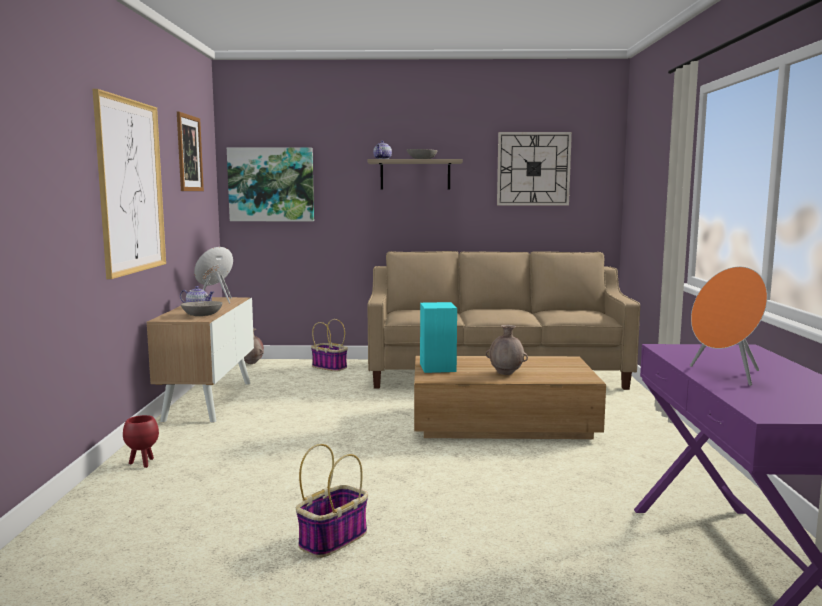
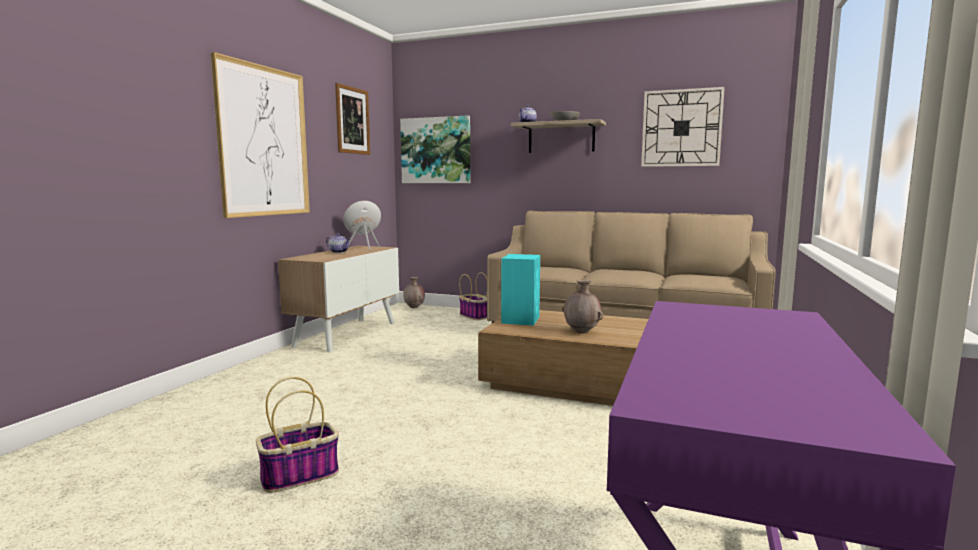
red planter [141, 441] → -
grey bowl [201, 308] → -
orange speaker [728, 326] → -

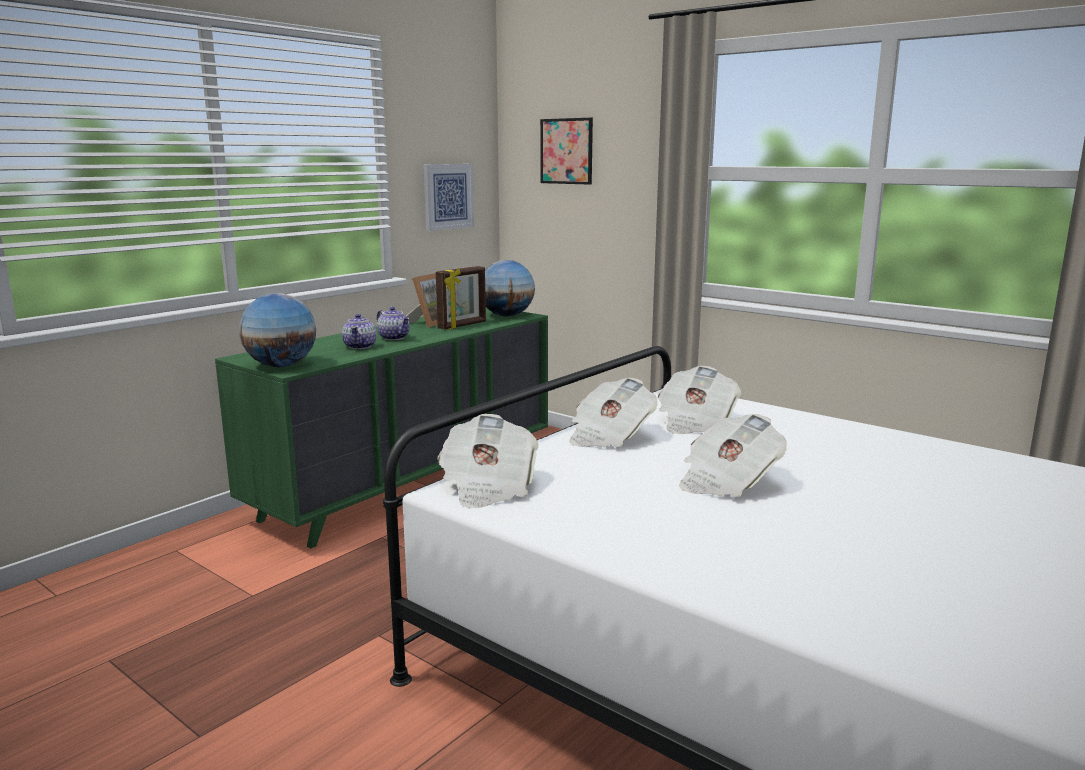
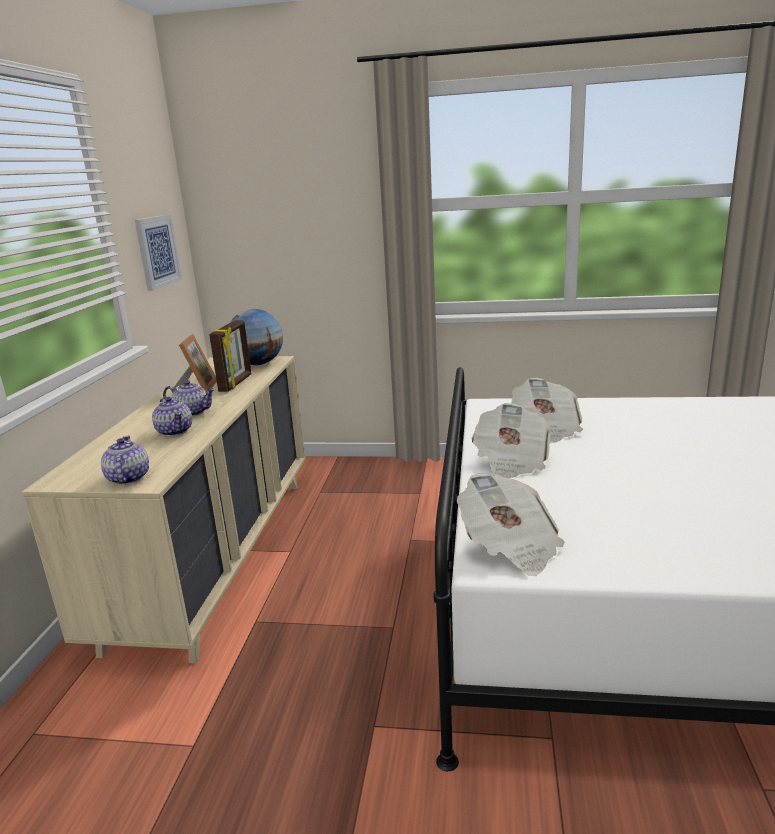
green dresser [381, 428] → beige dresser [163, 509]
globe [277, 330] → teapot [125, 460]
picture [566, 151] → -
newspaper [733, 455] → -

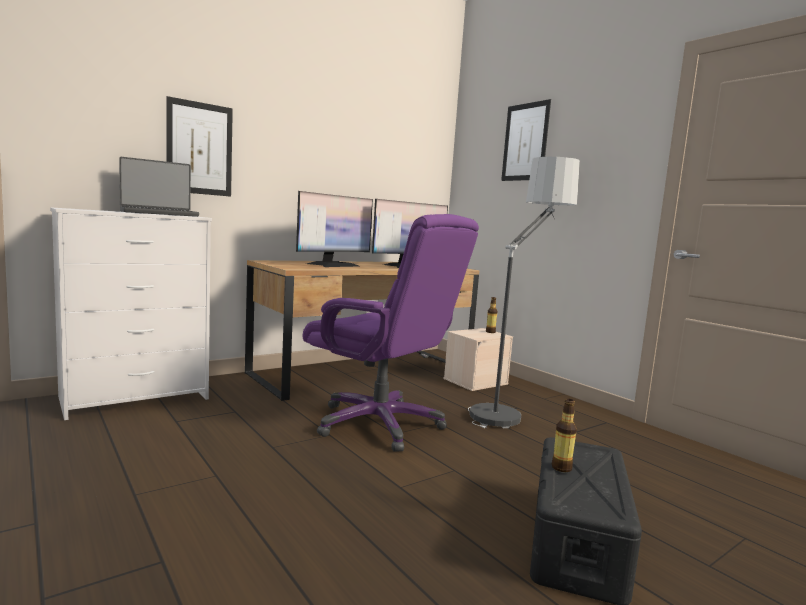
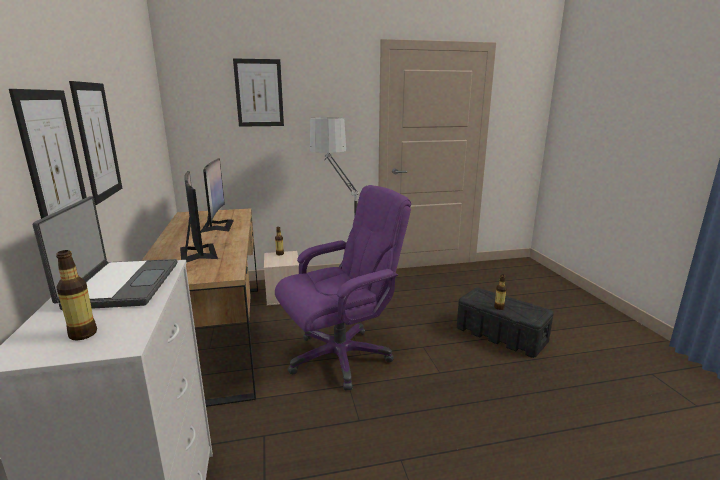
- → bottle [76, 295]
- → picture [95, 143]

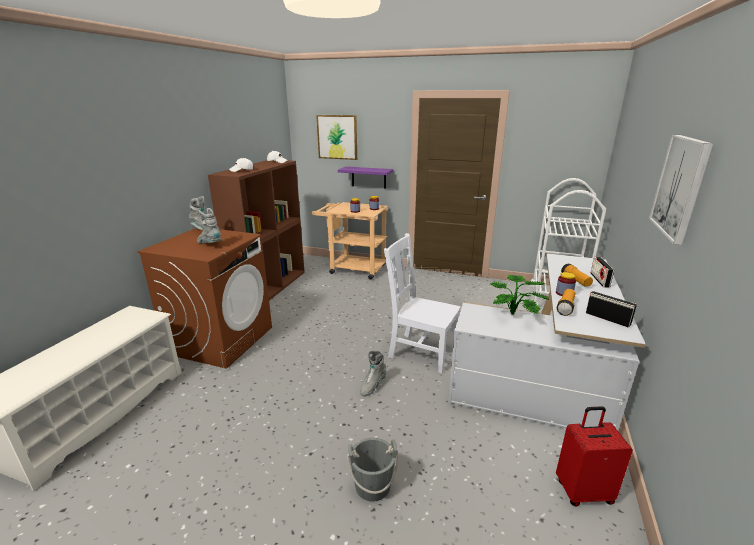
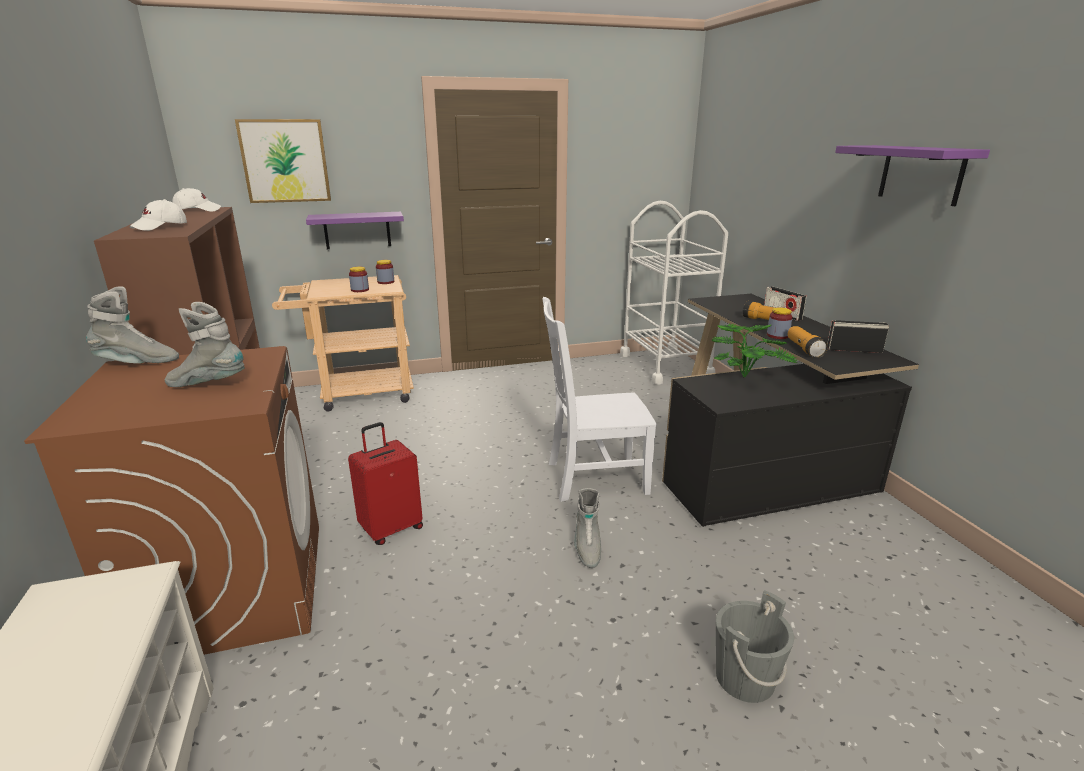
white desk [547, 341] → black desk [790, 410]
red suitcase [594, 456] → red suitcase [385, 483], move
picture [681, 190] → purple shelf [912, 175]

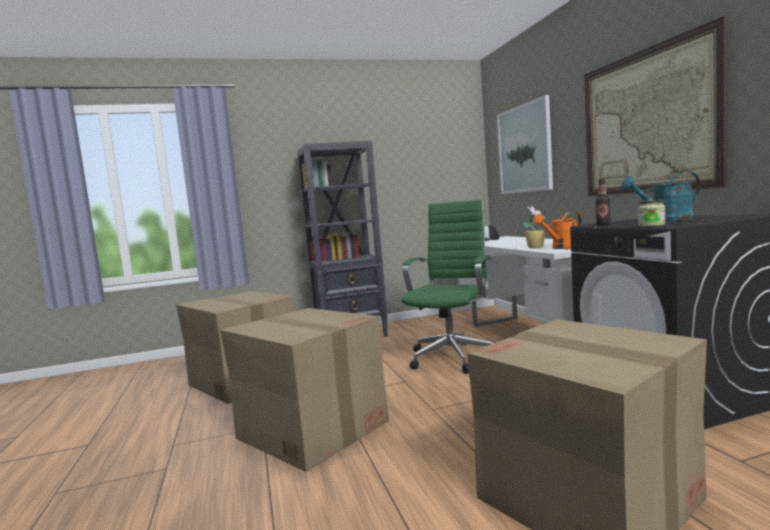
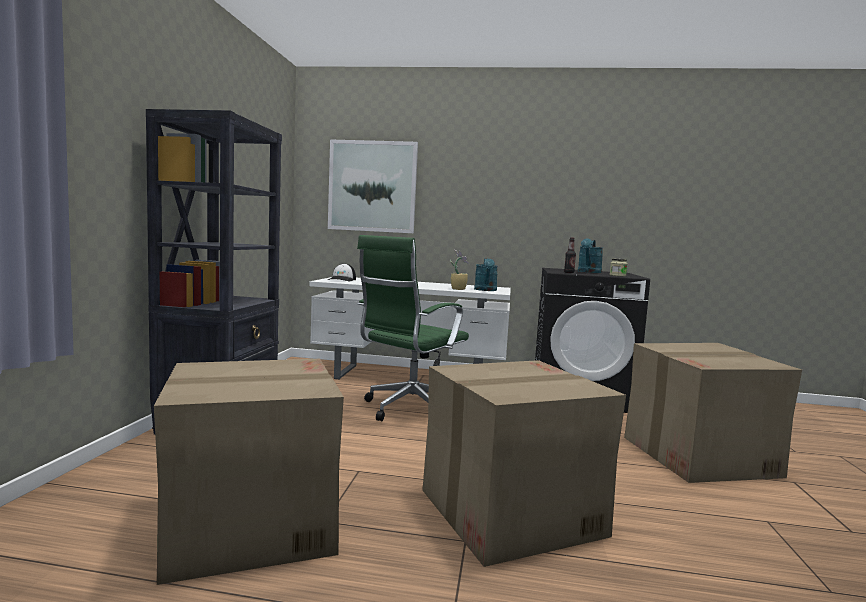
green office chair [447, 287] → green office chair [413, 328], 105 degrees counterclockwise
orange watering can [557, 230] → turquoise watering can [486, 274]
picture [656, 106] → -

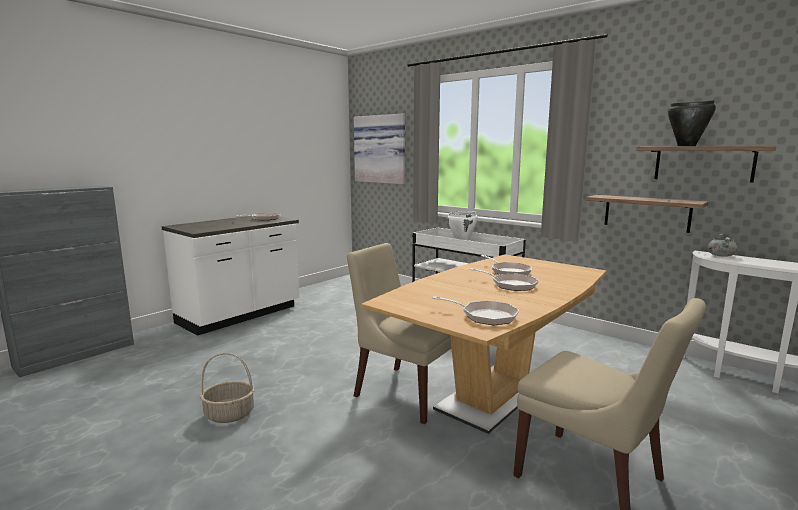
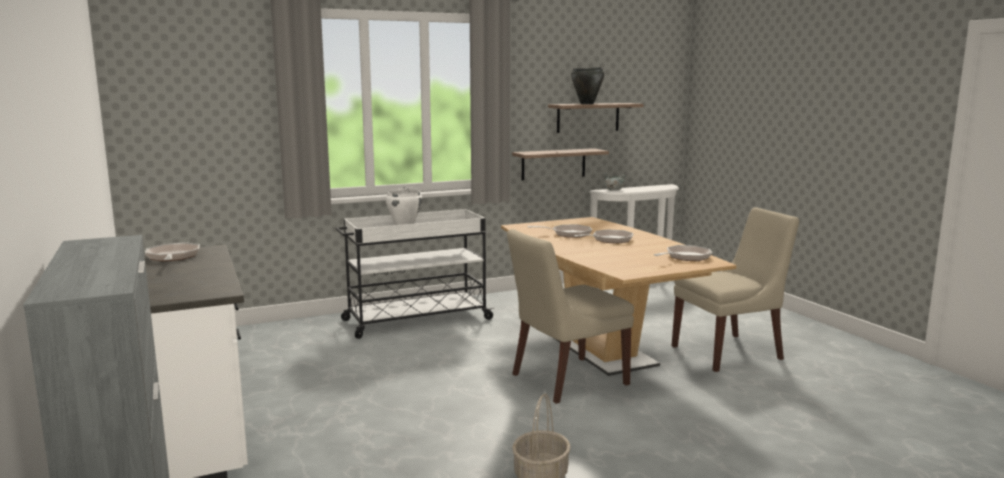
picture [379, 149] → -

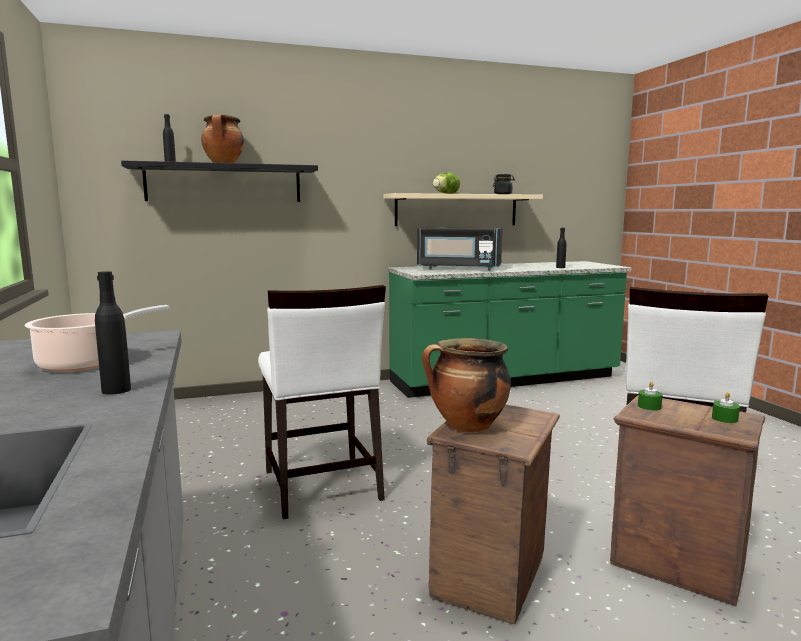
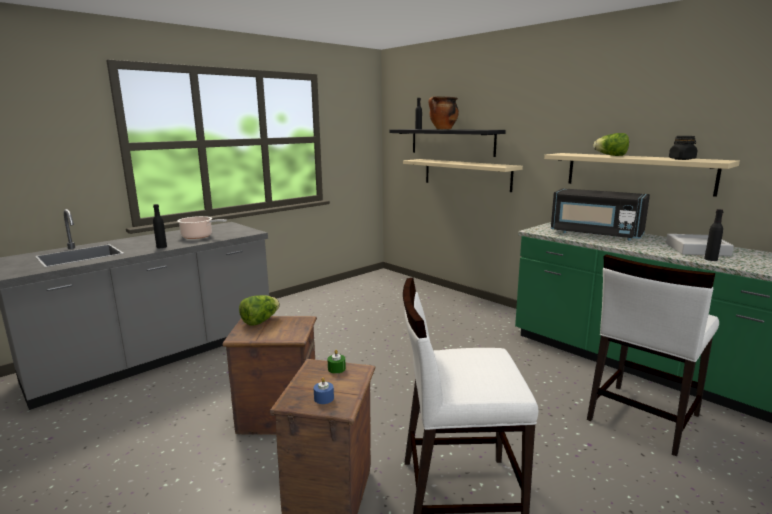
white chair [322, 402] → white chair [653, 355], move
black microwave [459, 249] → black microwave [600, 214], 45 degrees counterclockwise
cooking pot [466, 385] → lettuce [259, 310]
green candle [726, 407] → blue candle [324, 390]
- → beige shelf [463, 175]
- → grey tray [700, 245]

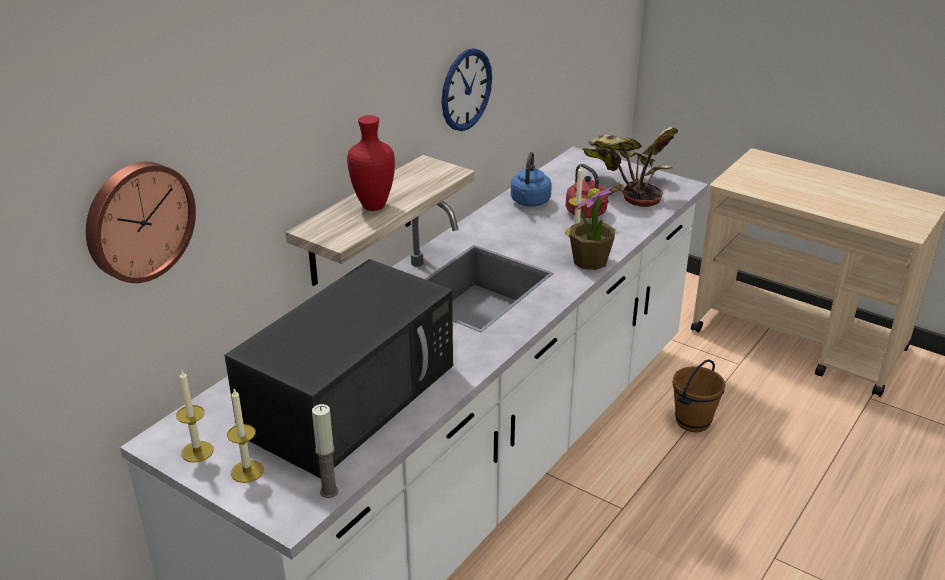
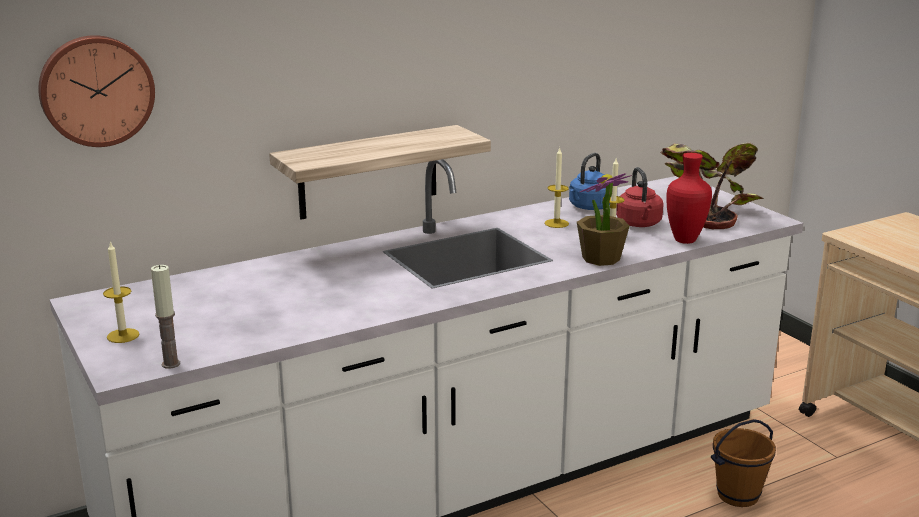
candle [195, 416] → candle [556, 187], move
black microwave [339, 368] → -
red vase [371, 163] → red vase [689, 198], move
wall clock [467, 89] → -

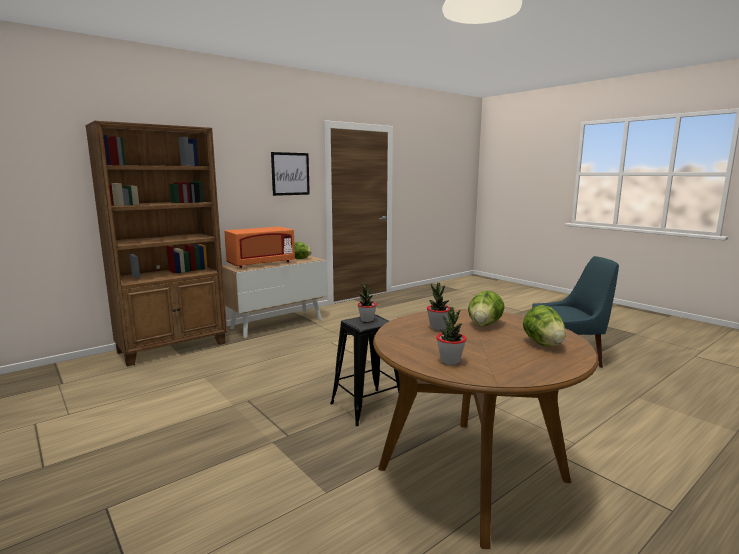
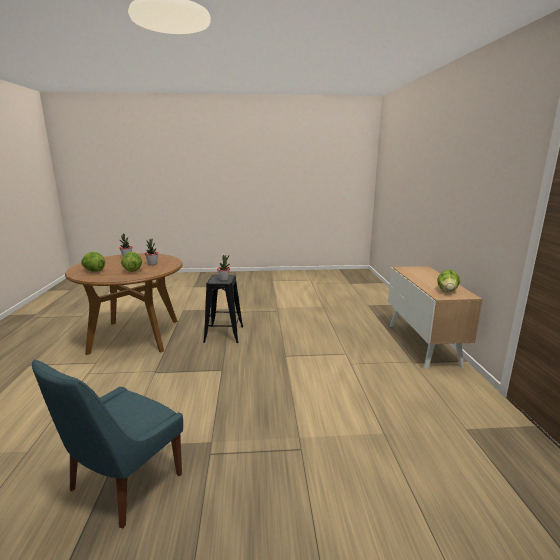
brown bookcase [156, 244] → -
orange microwave [259, 247] → -
picture [290, 174] → -

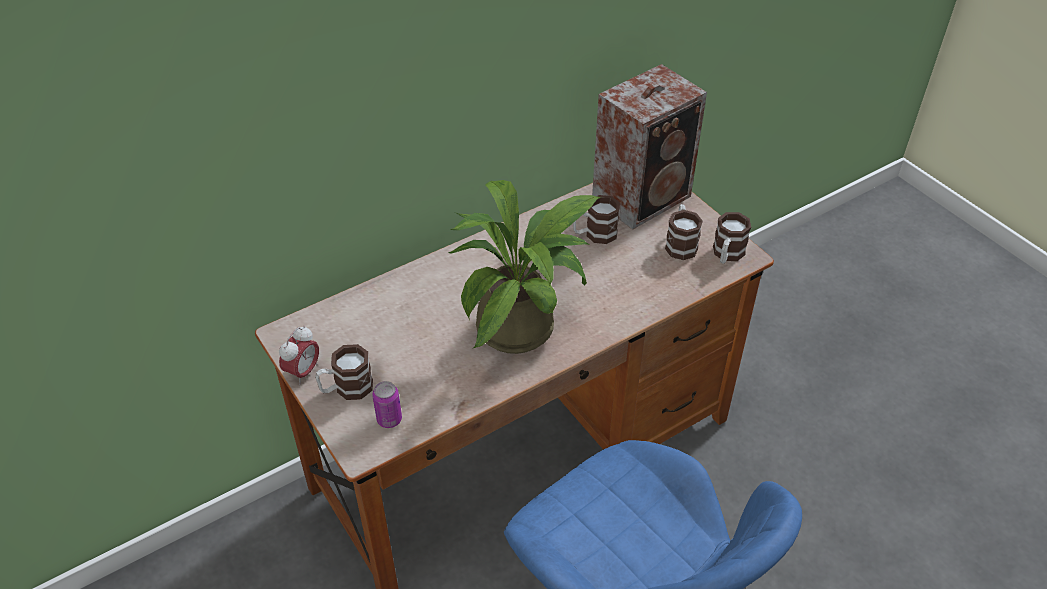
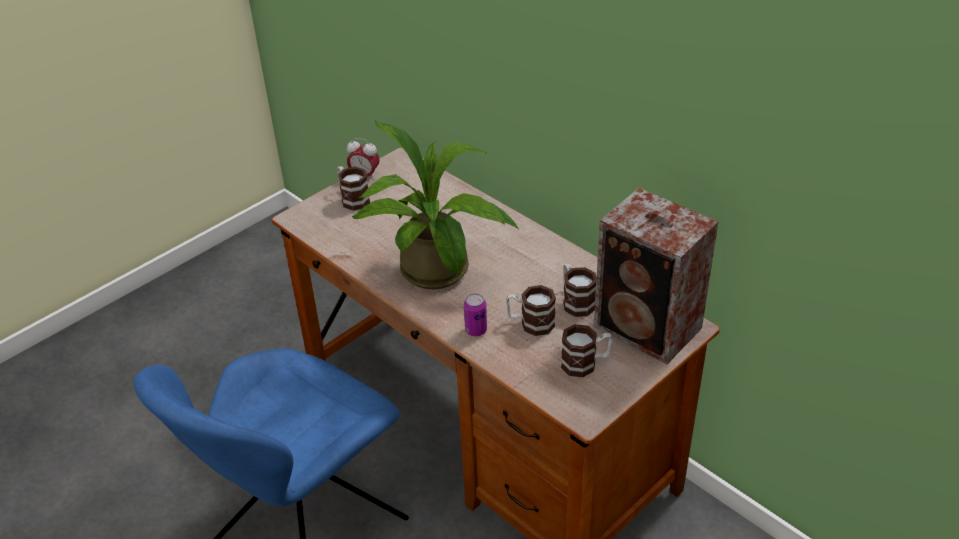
can [387, 404] → can [475, 315], move
mug [732, 238] → mug [531, 310], move

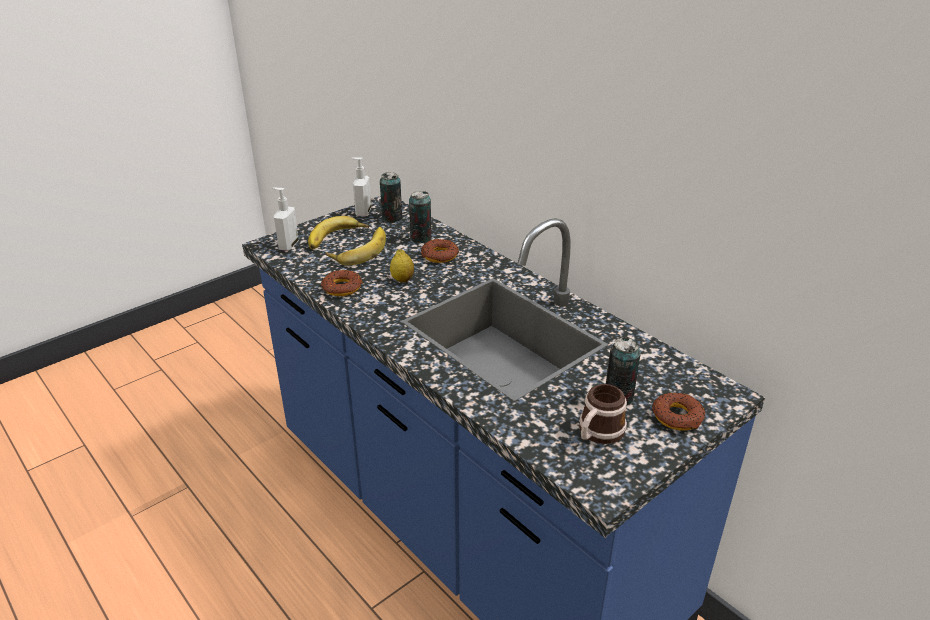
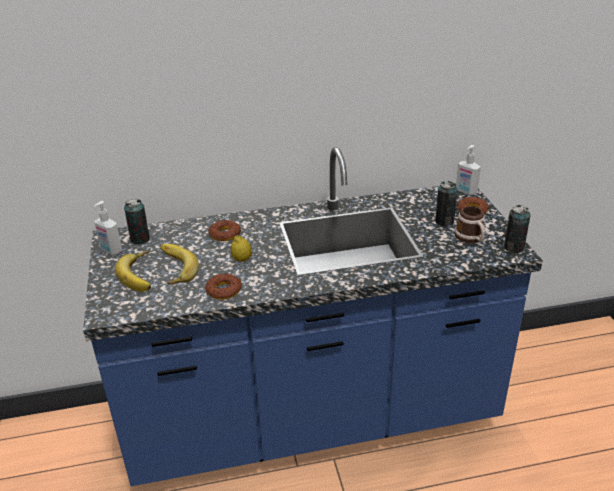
soap dispenser [285, 219] → soap dispenser [468, 170], move
can [420, 217] → can [517, 229], move

